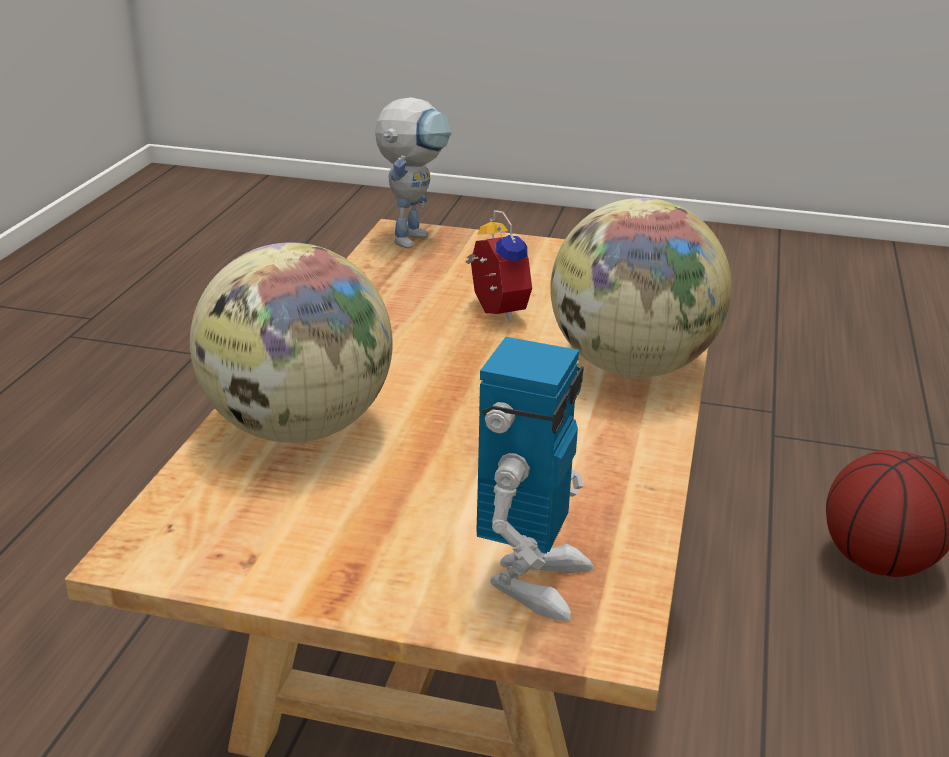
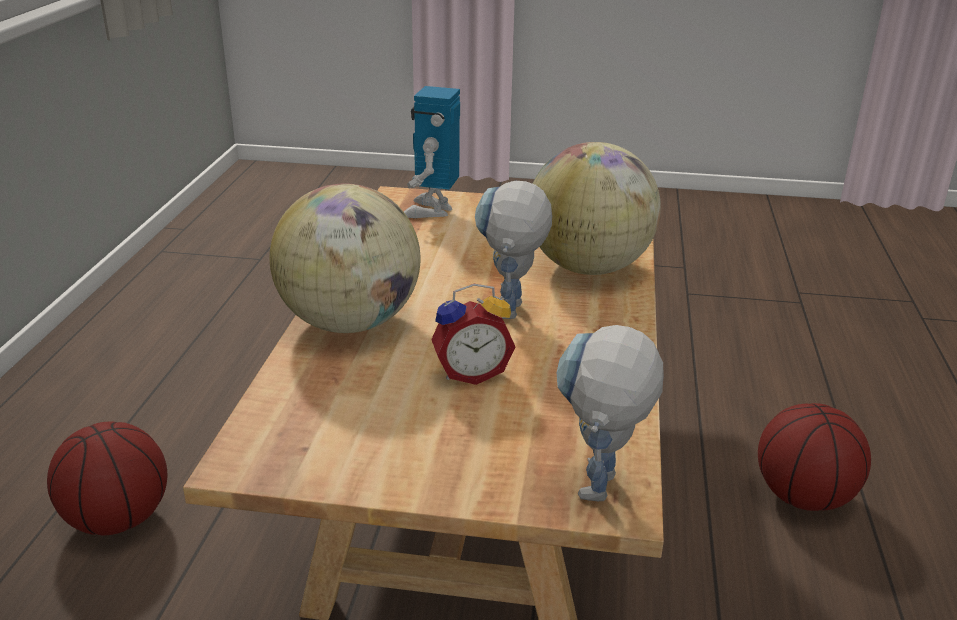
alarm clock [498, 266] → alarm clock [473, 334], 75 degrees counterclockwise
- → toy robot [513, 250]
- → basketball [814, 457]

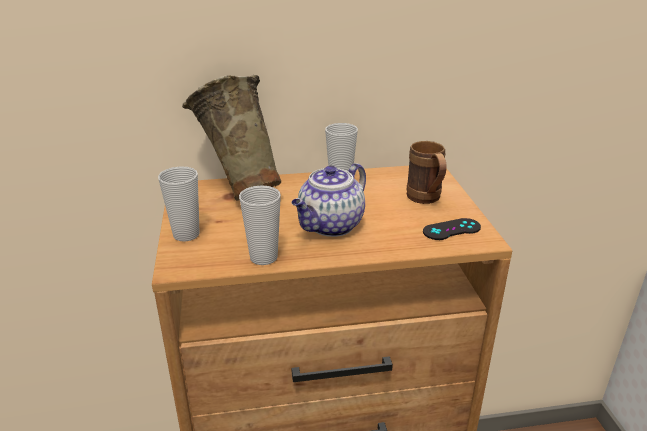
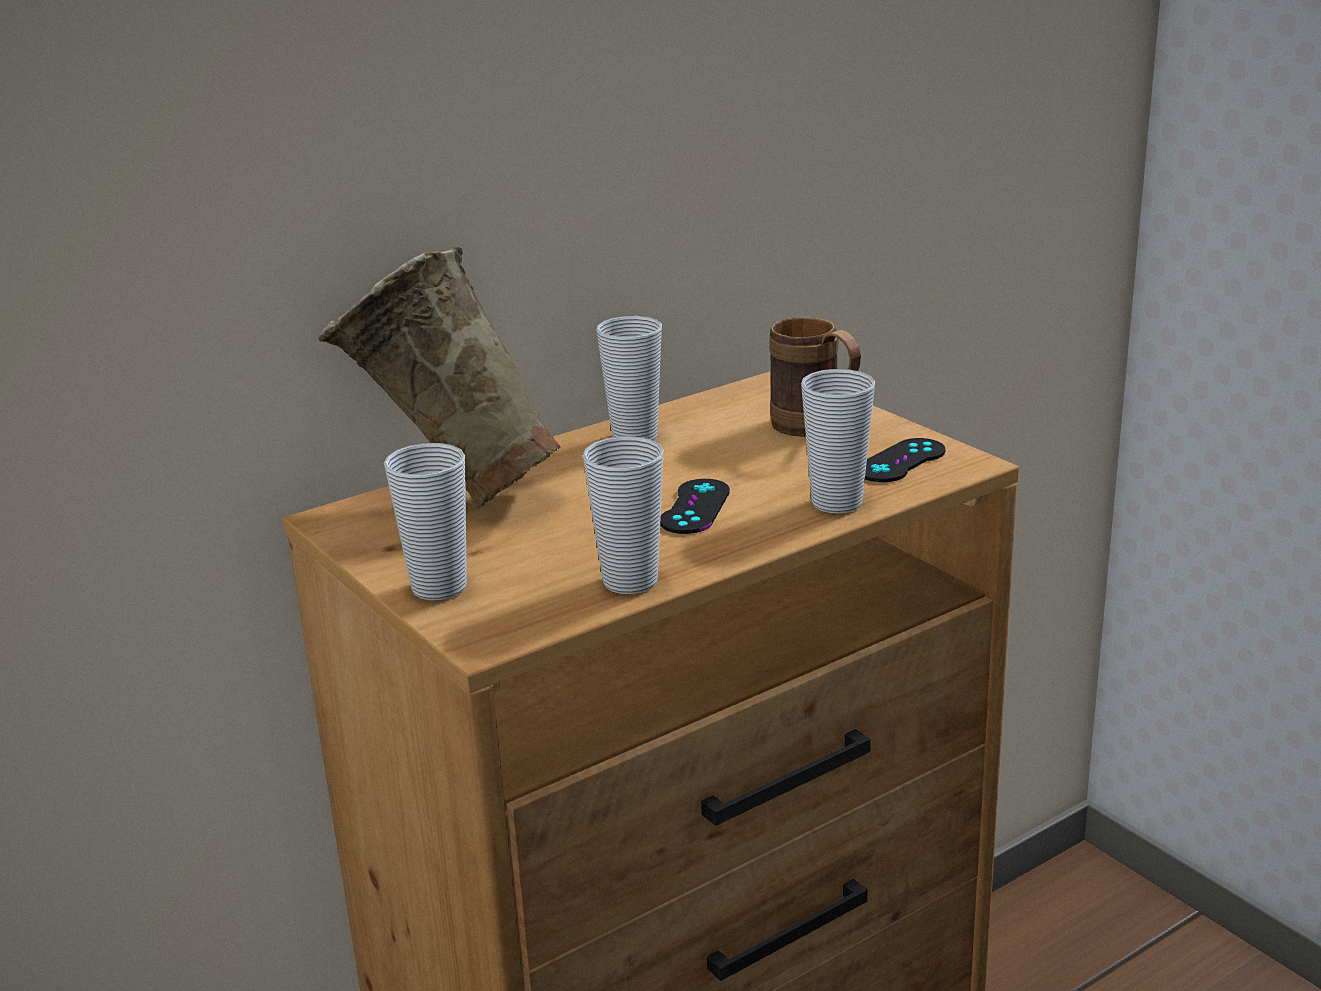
teapot [329, 200] → black game controller [695, 506]
- → cup [838, 441]

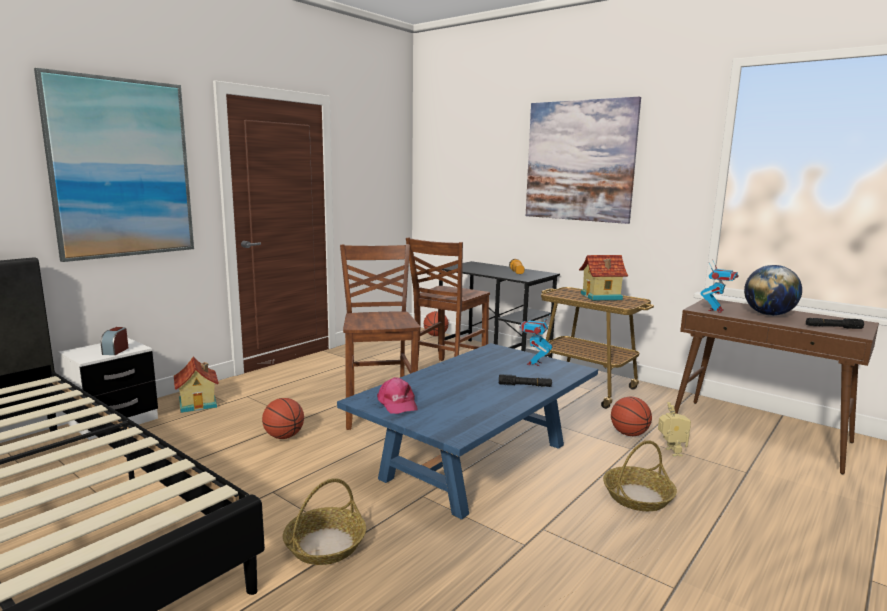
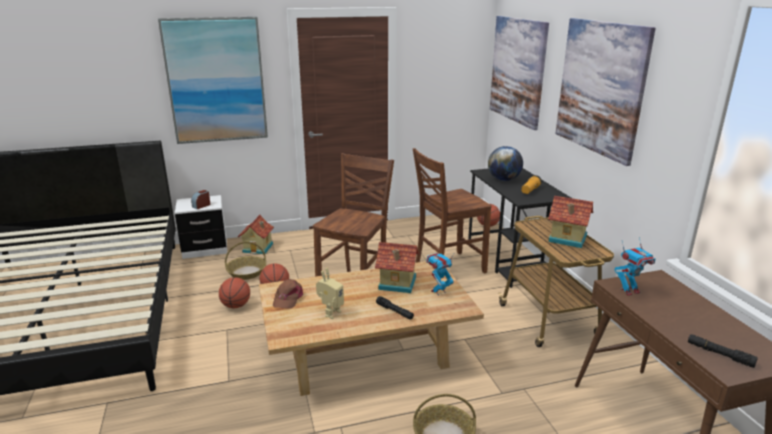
basket [324, 521] → basket [245, 261], move
blue coffee table [467, 431] → beige coffee table [371, 328]
pink cap [397, 395] → brown cap [288, 294]
basketball [631, 416] → basketball [234, 292], move
toy robot [674, 429] → toy robot [330, 293], move
globe [773, 290] → globe [505, 163], move
- → toy house [397, 267]
- → picture [519, 73]

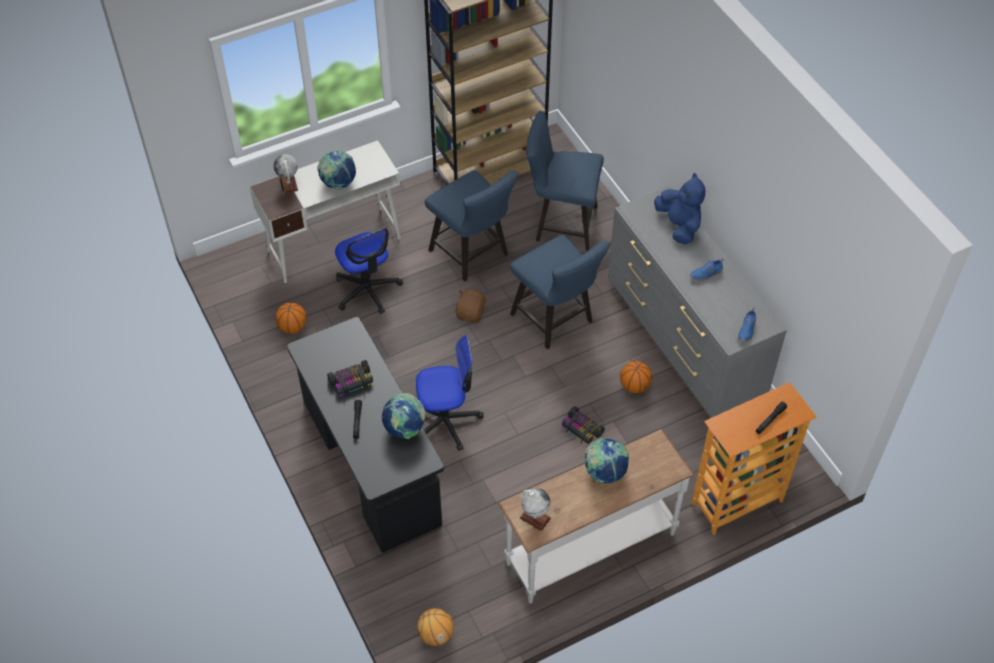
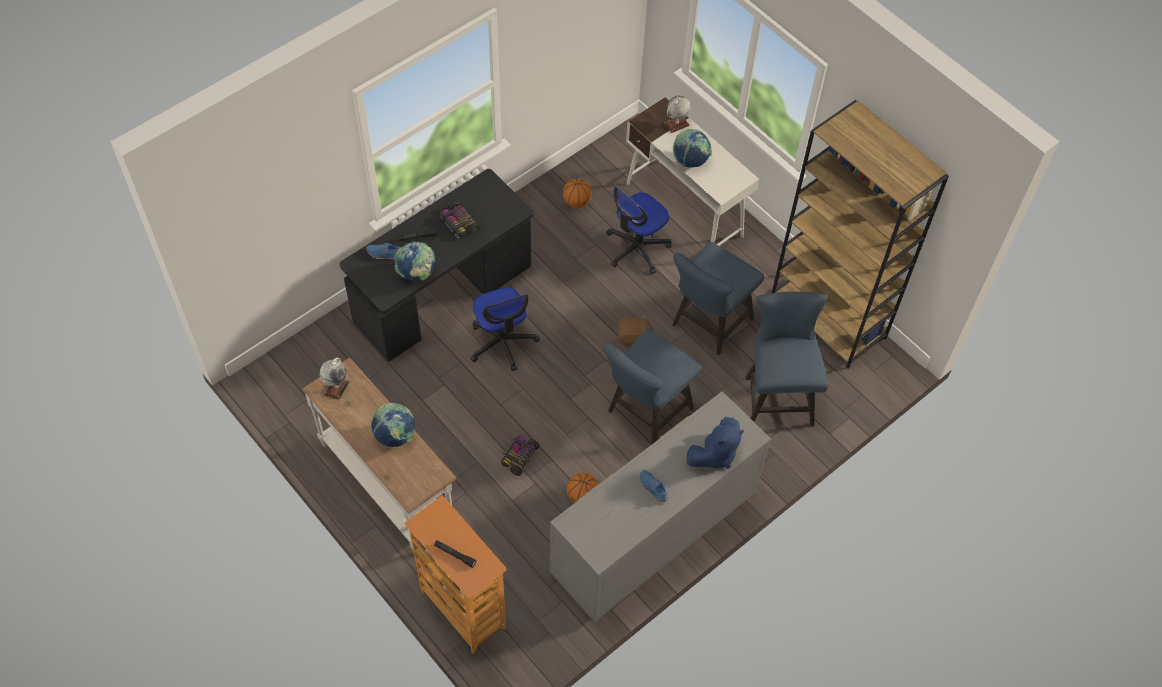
basketball [435, 627] → -
blue shoe [747, 324] → blue shoe [383, 251], move

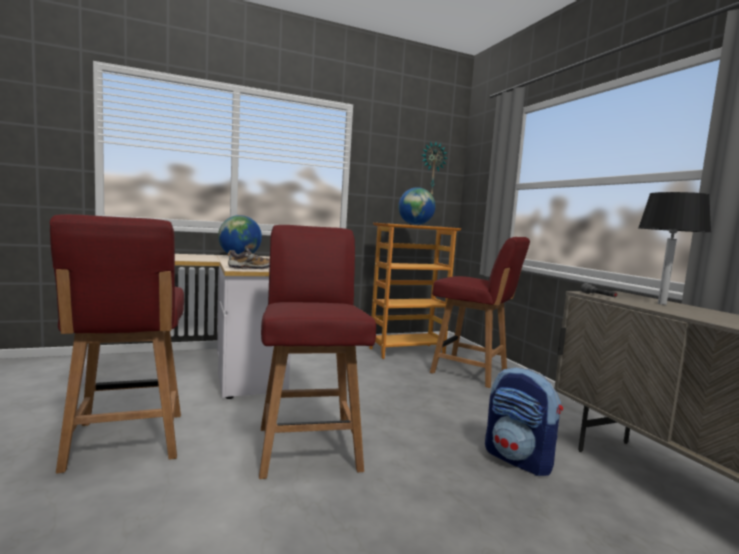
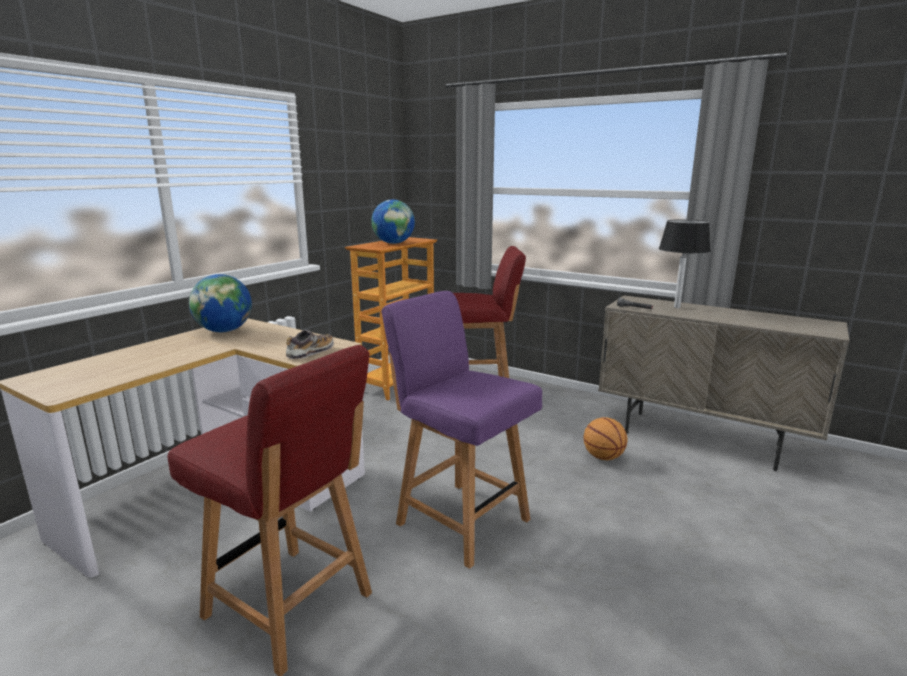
red chair [317, 352] → purple chair [461, 430]
wall clock [435, 168] → -
backpack [524, 421] → basketball [605, 439]

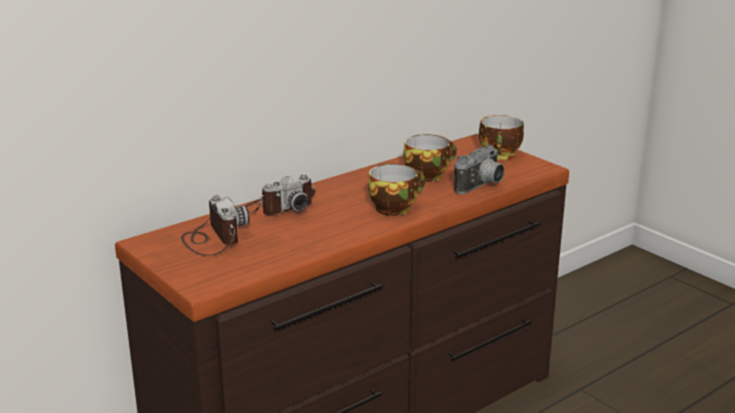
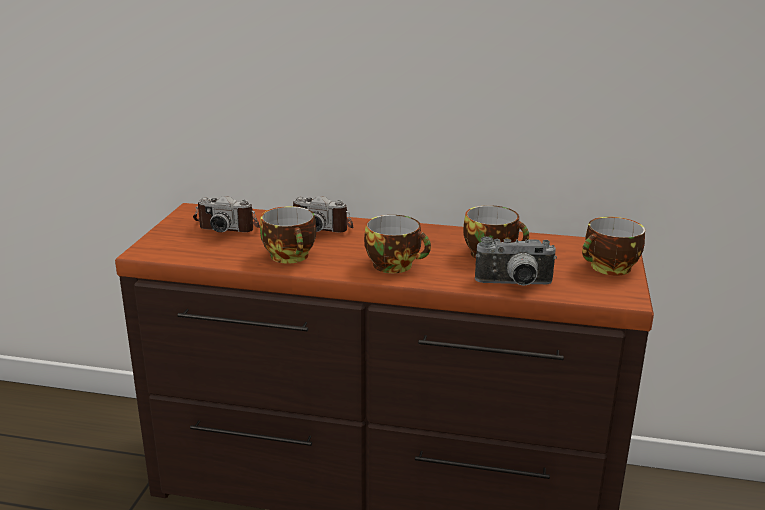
photo camera [215, 225] → photo camera [226, 214], 75 degrees clockwise
- → cup [288, 235]

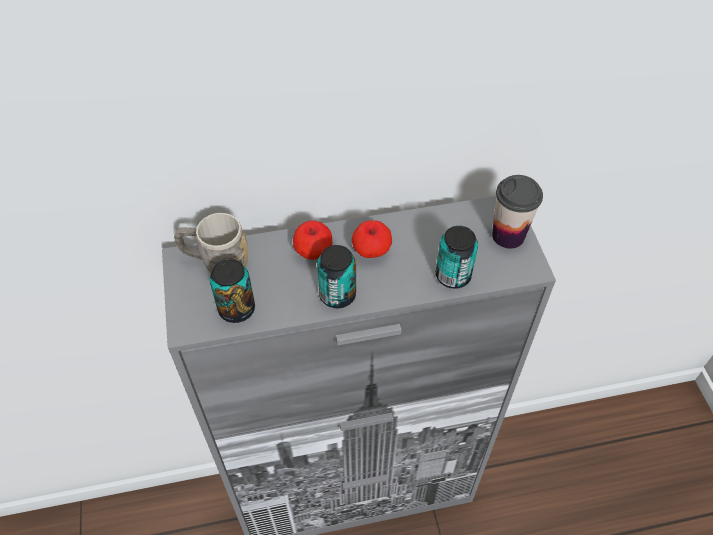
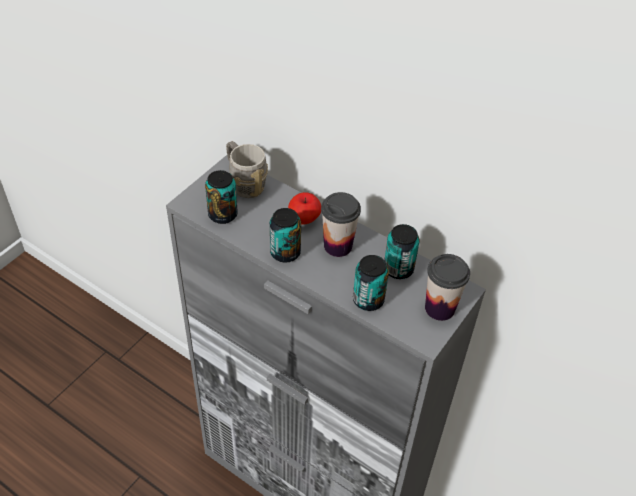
apple [372, 239] → cup [341, 224]
- → can [402, 251]

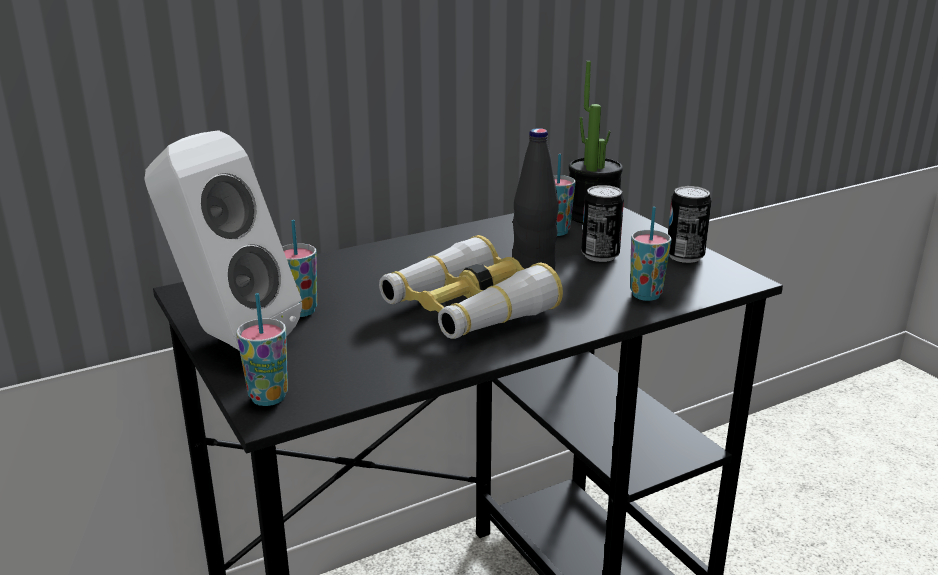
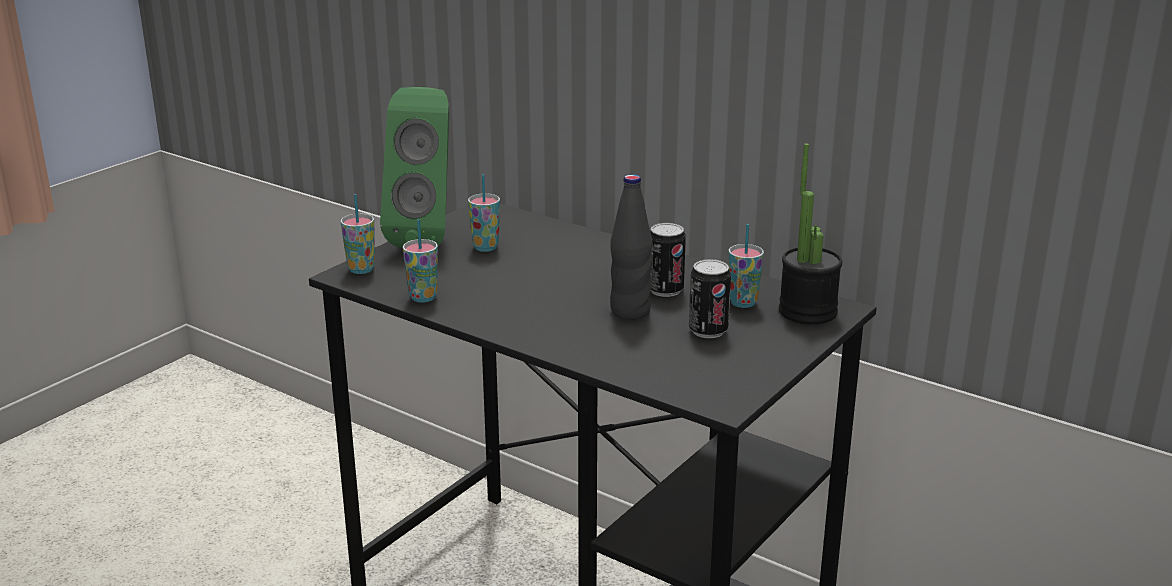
white speaker [223, 240] → green speaker [414, 167]
binoculars [471, 287] → -
cup [651, 254] → cup [420, 261], move
can [689, 224] → can [668, 260], move

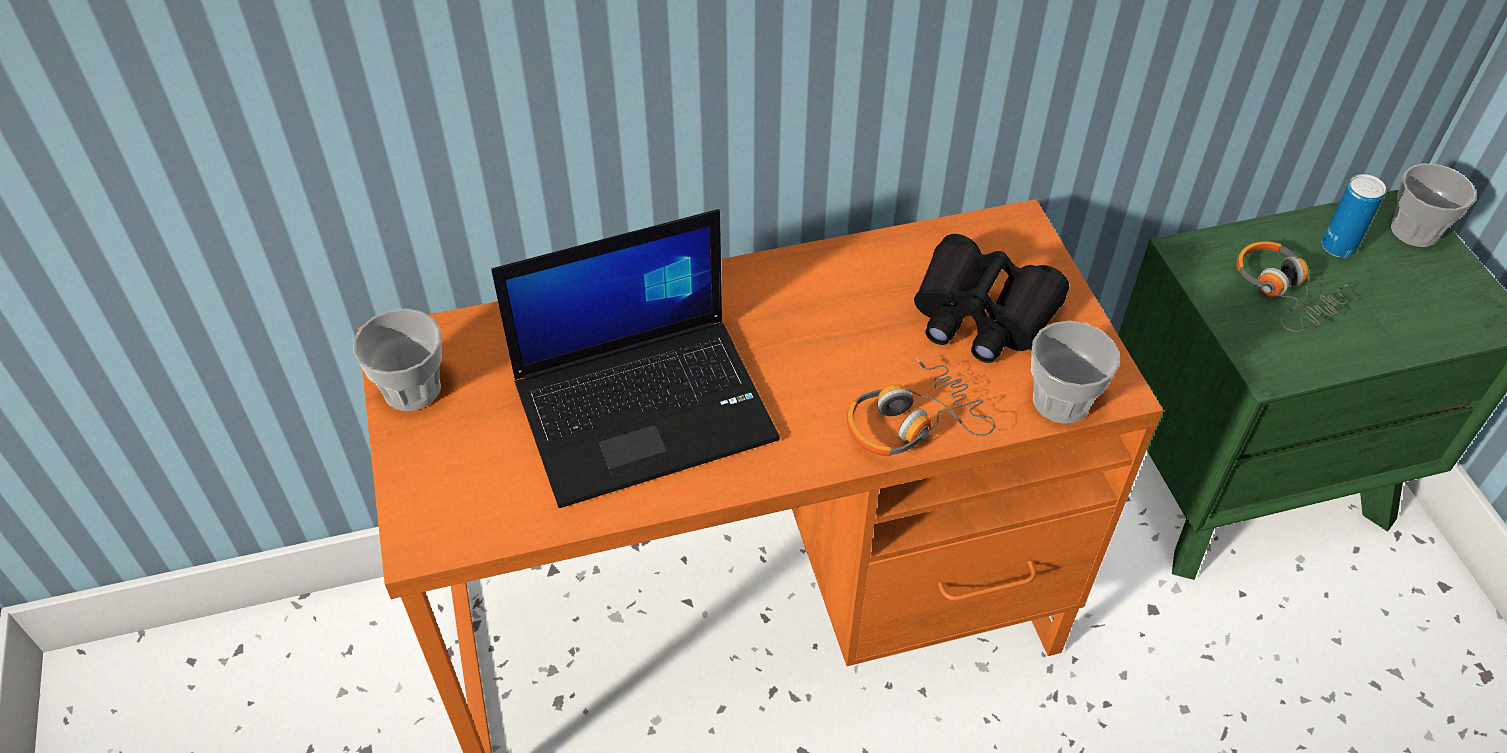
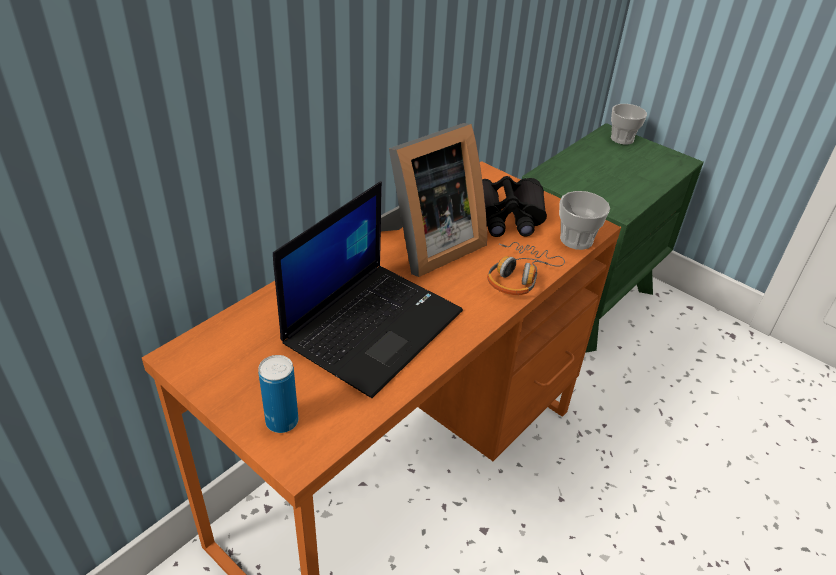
cup [397, 359] → -
headphones [1291, 286] → -
can [1354, 215] → can [278, 394], move
- → picture frame [434, 200]

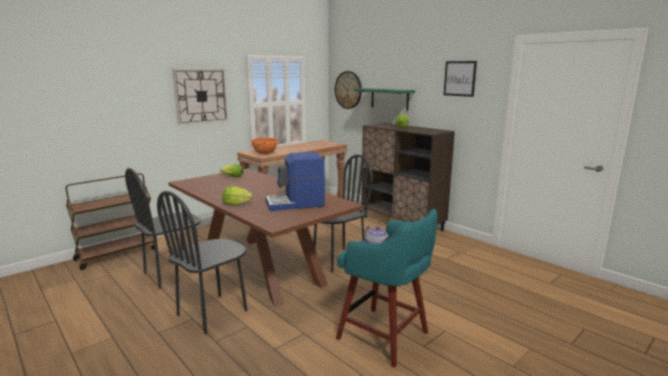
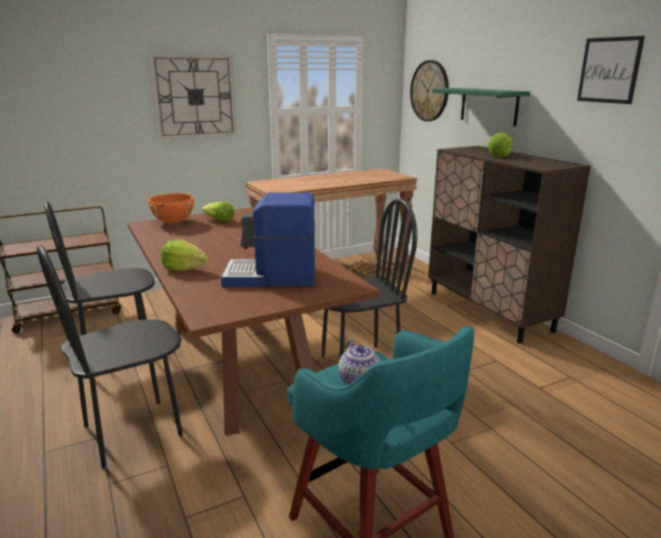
orange cooking pot [265, 146] → orange cooking pot [171, 208], move

